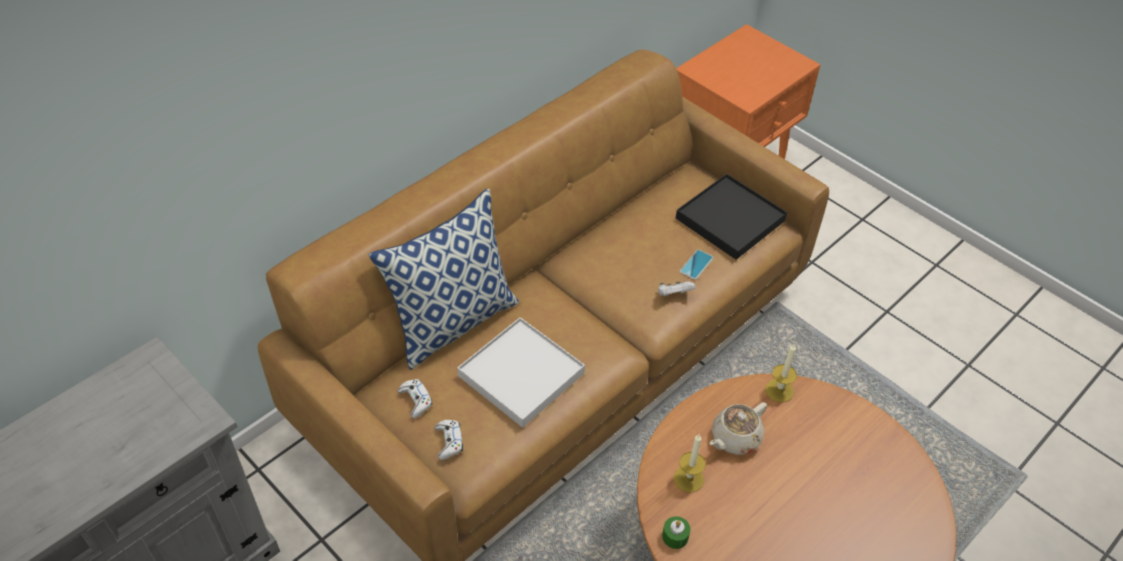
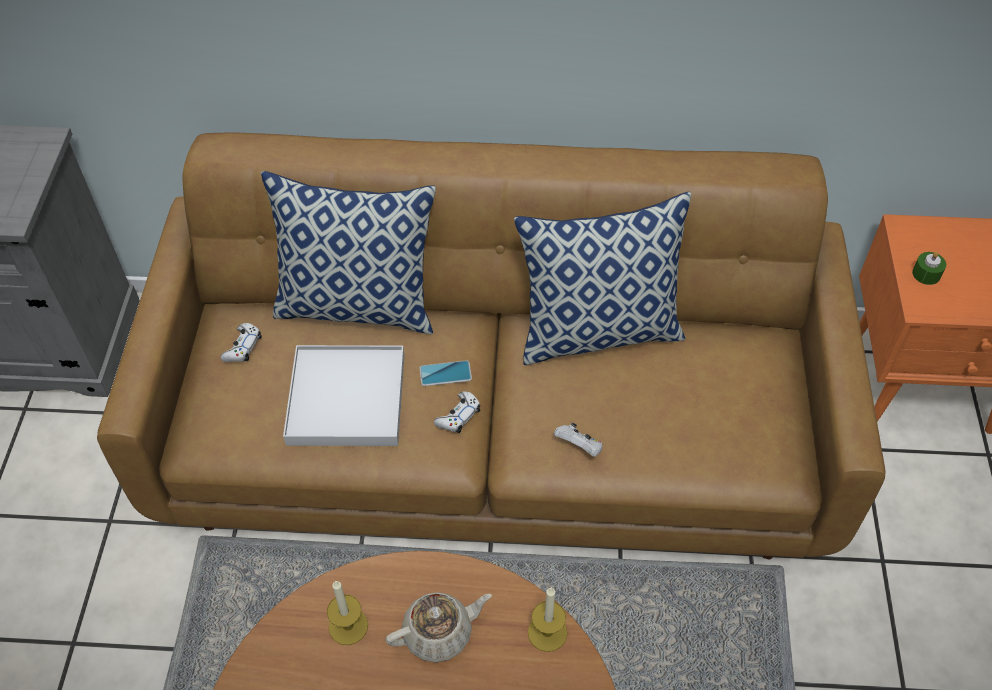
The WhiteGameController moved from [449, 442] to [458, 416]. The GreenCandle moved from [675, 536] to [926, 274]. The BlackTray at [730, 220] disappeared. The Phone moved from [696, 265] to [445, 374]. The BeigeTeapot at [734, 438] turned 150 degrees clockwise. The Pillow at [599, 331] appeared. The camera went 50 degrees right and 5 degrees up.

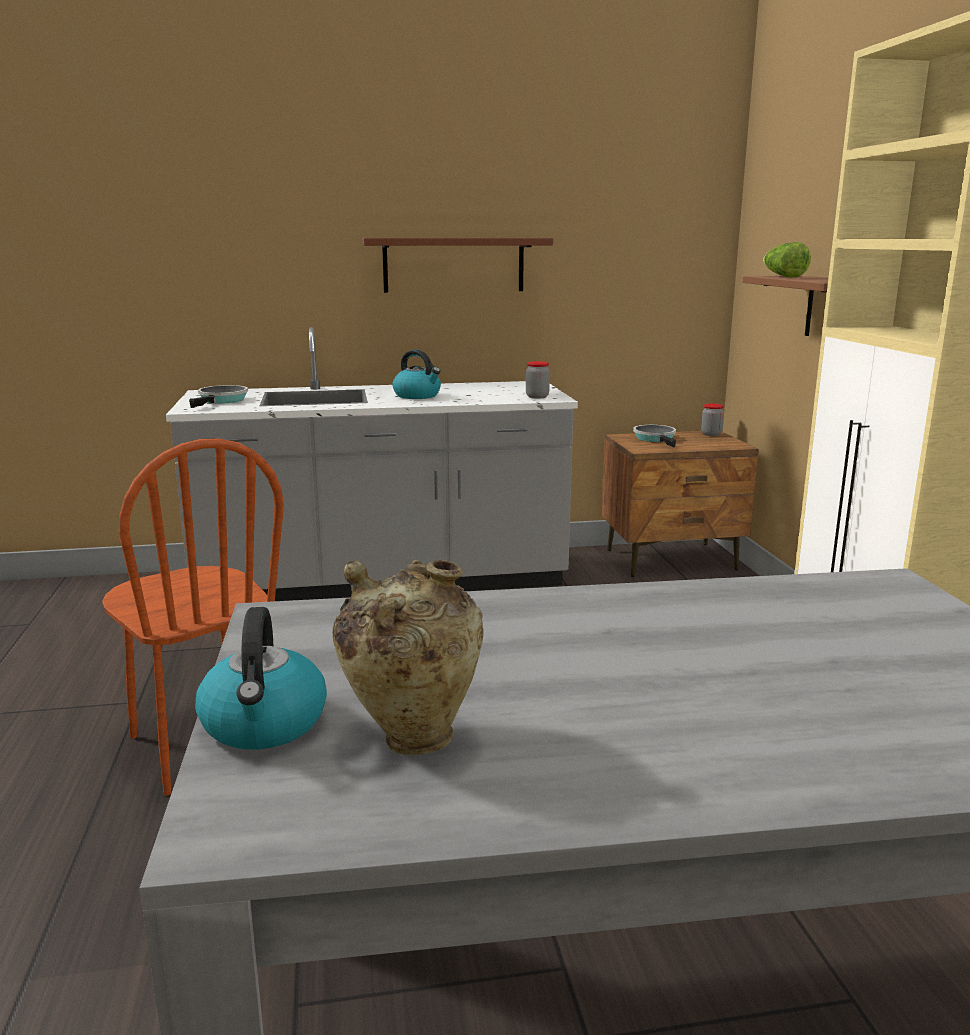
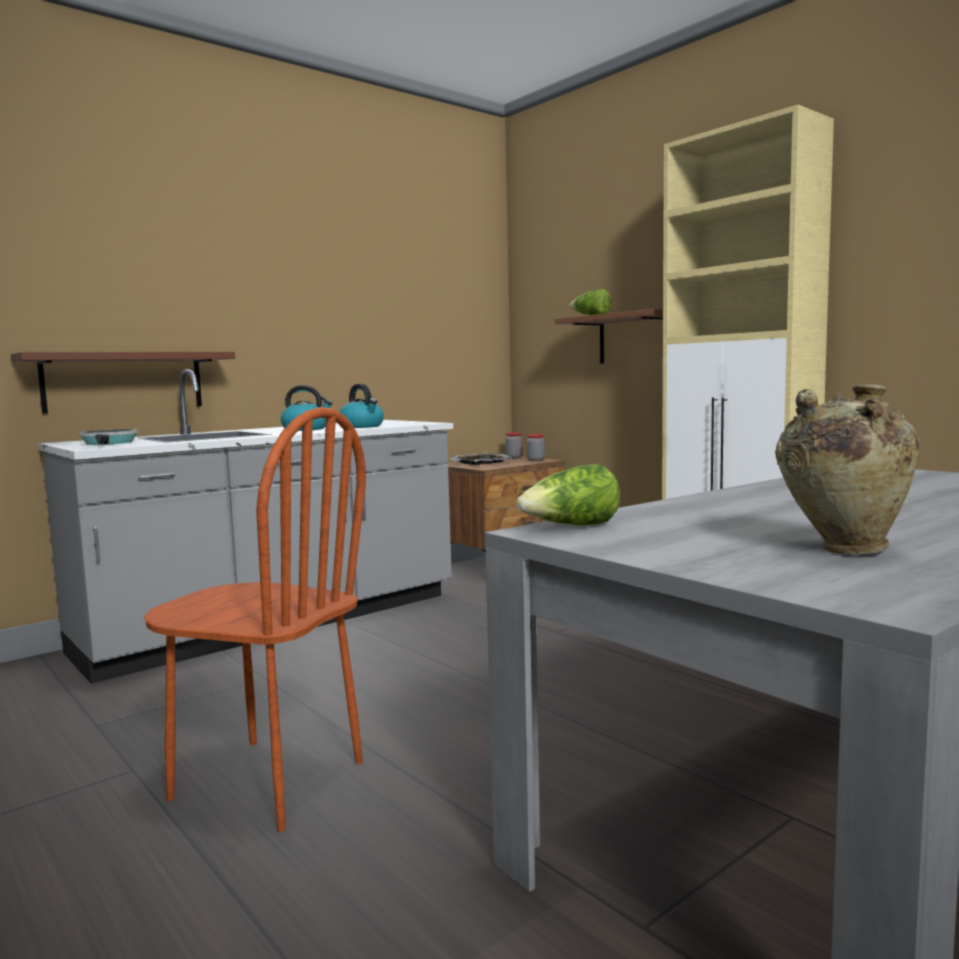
The Kettle moved from [264, 724] to [362, 426]. The BrownShelf moved from [453, 265] to [124, 381]. The Jar moved from [537, 397] to [536, 460]. The FryingPan at [656, 439] was replaced by the Tray at [481, 463]. The Lettuce at [571, 527] appeared. The camera went 30 degrees left and 10 degrees down.

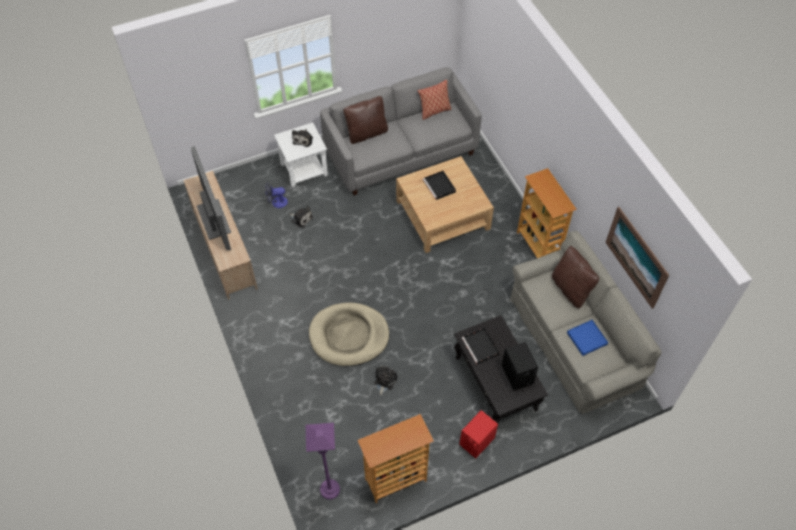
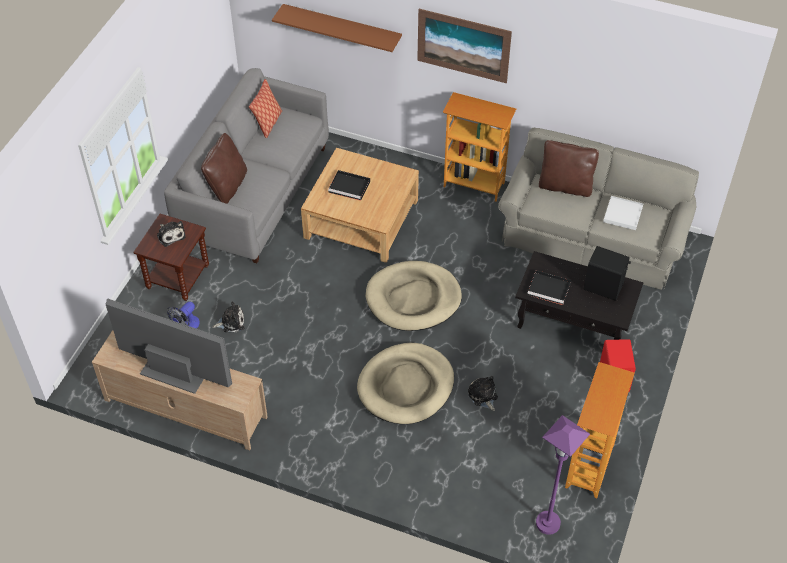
The WhiteSideTable at [304, 170] became the BrownSideTable at [177, 276]. The BlueTray at [586, 338] became the WhiteTray at [622, 214]. The Picture moved from [636, 257] to [463, 45]. The BrownShelf at [342, 28] appeared. The BeigeDogBed at [413, 298] appeared. The camera went 45 degrees left and 5 degrees down.

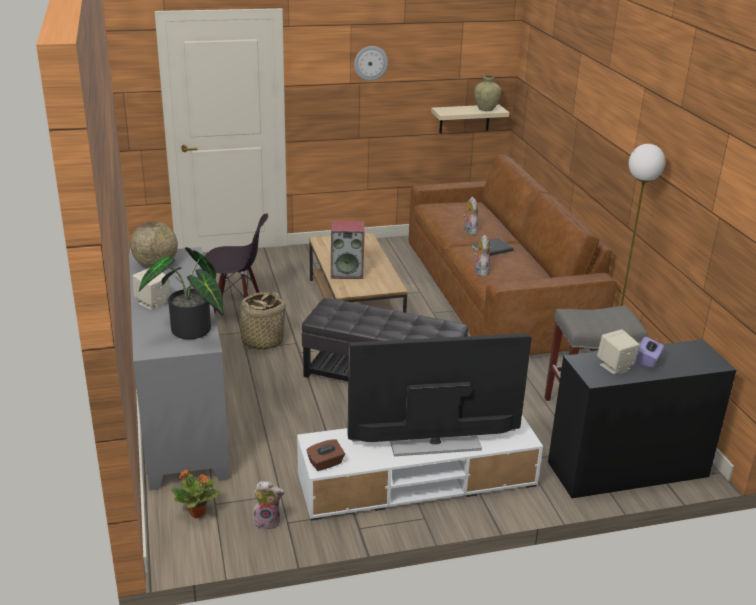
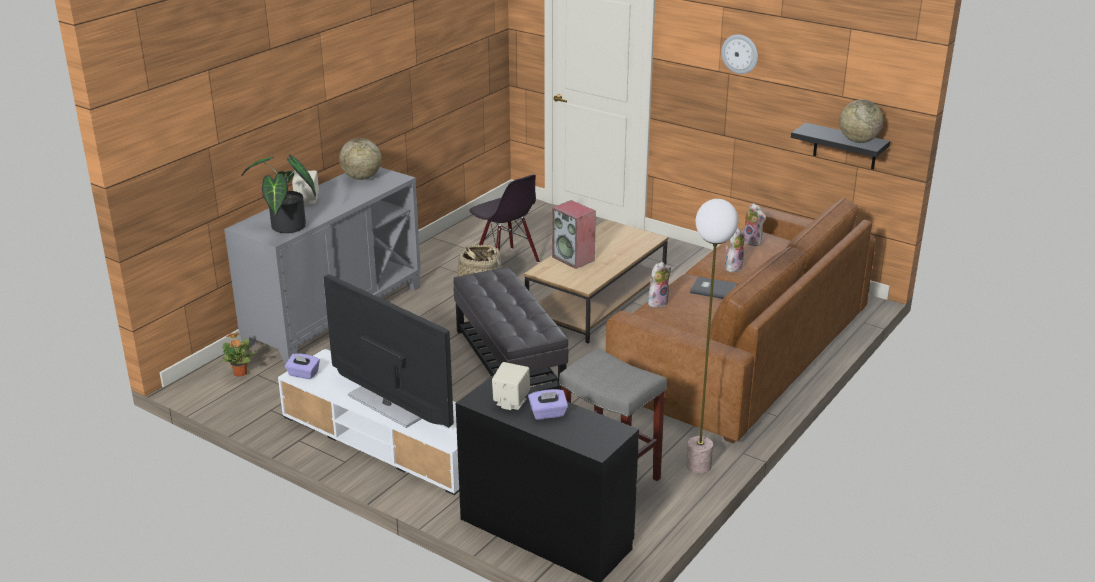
The PlushToy moved from [268, 521] to [753, 242]. The BrownTissueBox at [326, 463] became the PurpleTissueBox at [303, 374]. The BeigeShelf at [464, 118] became the BlackShelf at [845, 146]. The BeigeVase at [486, 109] was replaced by the Globe at [858, 141]. The camera went 50 degrees right and 0 degrees up.

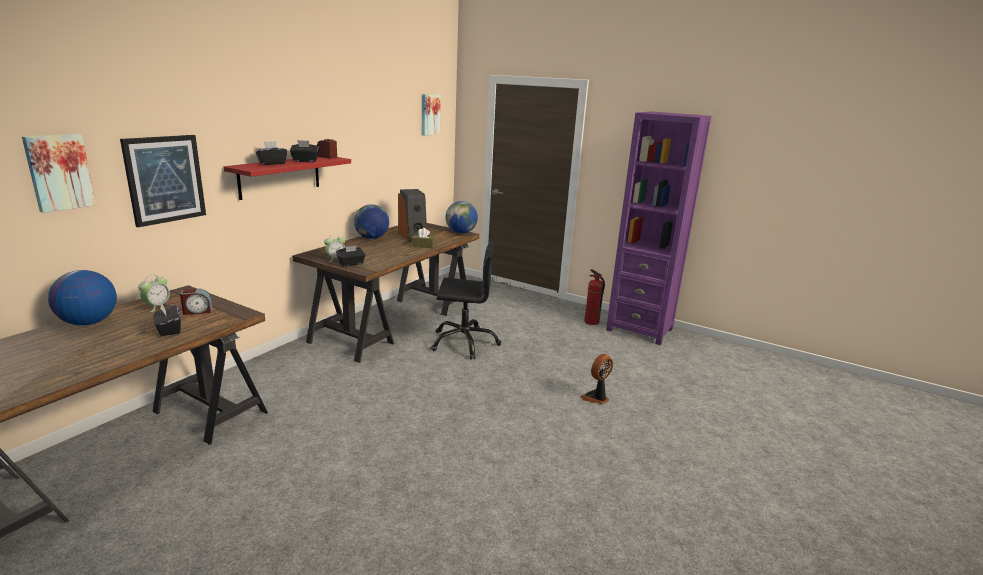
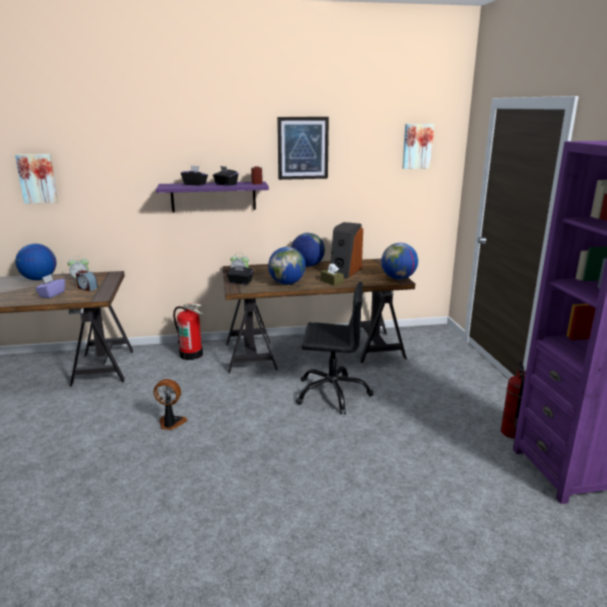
The Picture moved from [165, 179] to [303, 148]. The BlackTissueBox at [169, 329] became the PurpleTissueBox at [51, 294]. The RedShelf at [280, 176] became the PurpleShelf at [213, 196]. The BlackOfficeChair at [464, 342] turned 45 degrees counterclockwise. The Fan moved from [596, 398] to [171, 423]. The FireExtinguisher at [191, 354] appeared. The Globe at [287, 283] appeared. The camera went 50 degrees right and 0 degrees up.

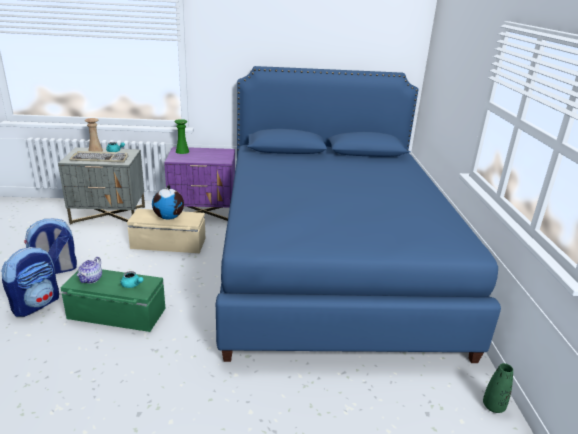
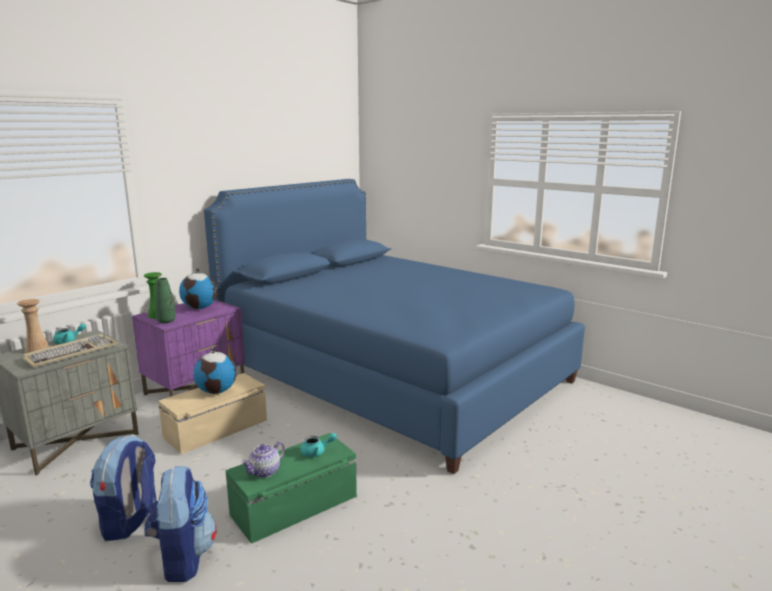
The Teapot at [91, 279] turned 75 degrees clockwise. The GreenVase moved from [493, 406] to [166, 321]. The Globe at [200, 308] appeared. The camera went 45 degrees left and 10 degrees down.

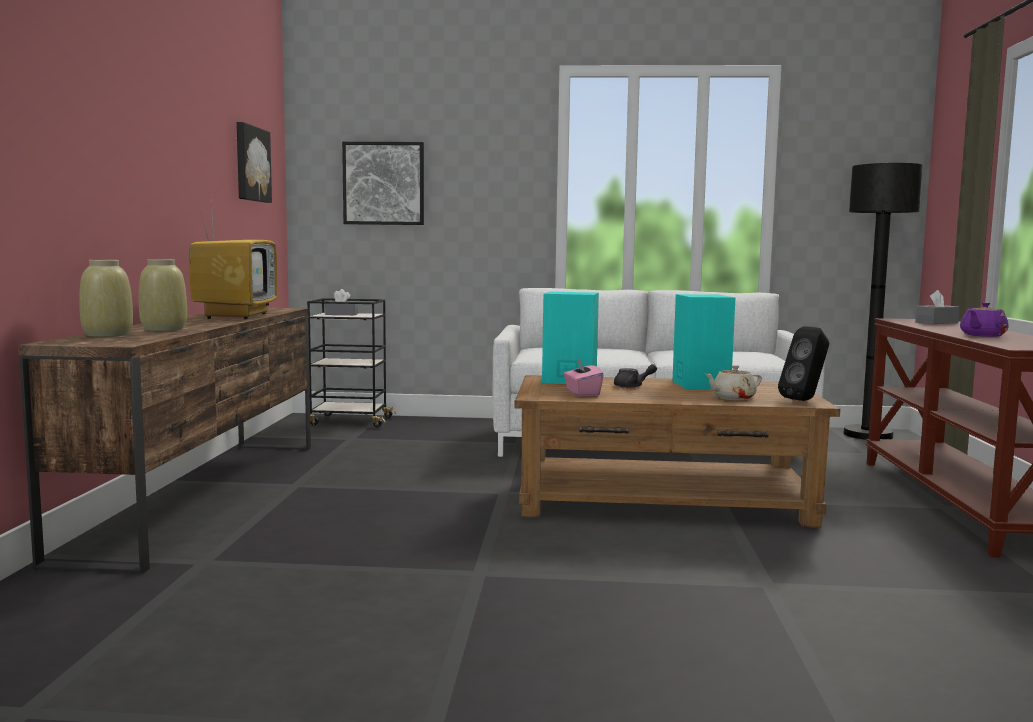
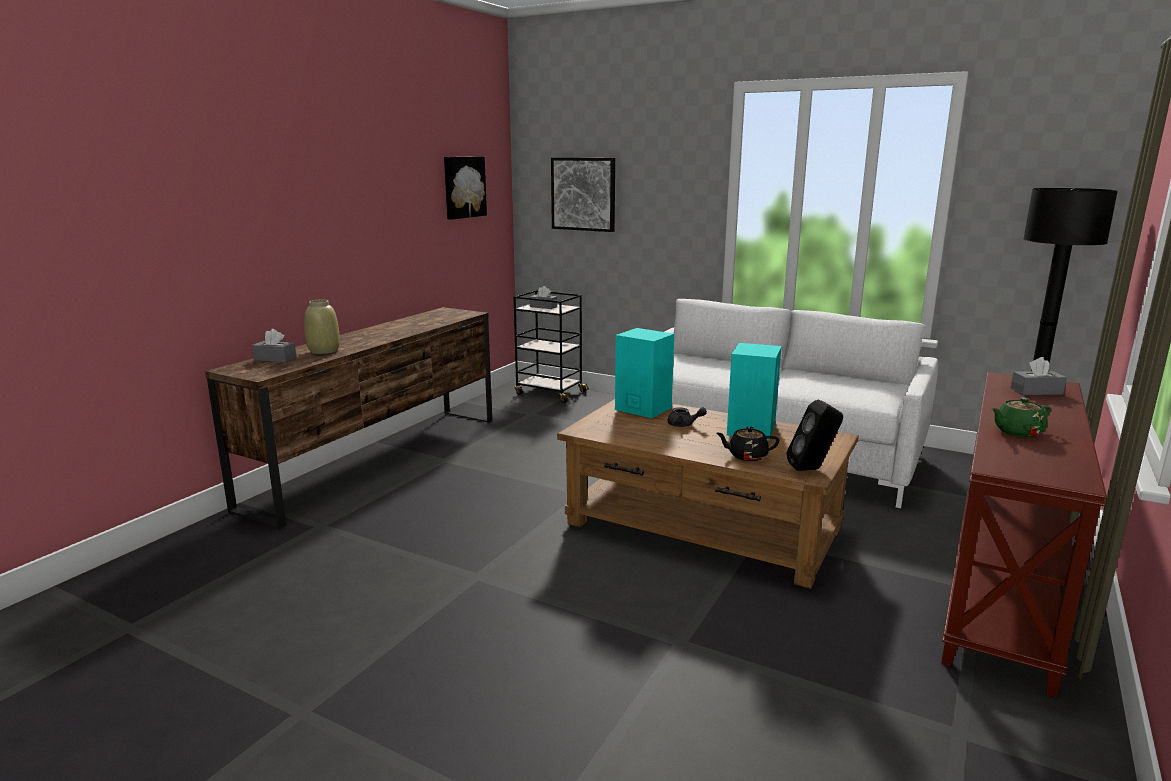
The BeigeVase at [107, 335] was replaced by the GreyTissueBox at [275, 359]. The Television at [236, 316] disappeared. The PinkTissueBox at [582, 393] disappeared. The BeigeTeapot at [732, 398] became the BlackTeapot at [746, 456]. The PurpleTeapot at [982, 335] became the GreenTeapot at [1017, 432]. The camera went 25 degrees right and 10 degrees up.

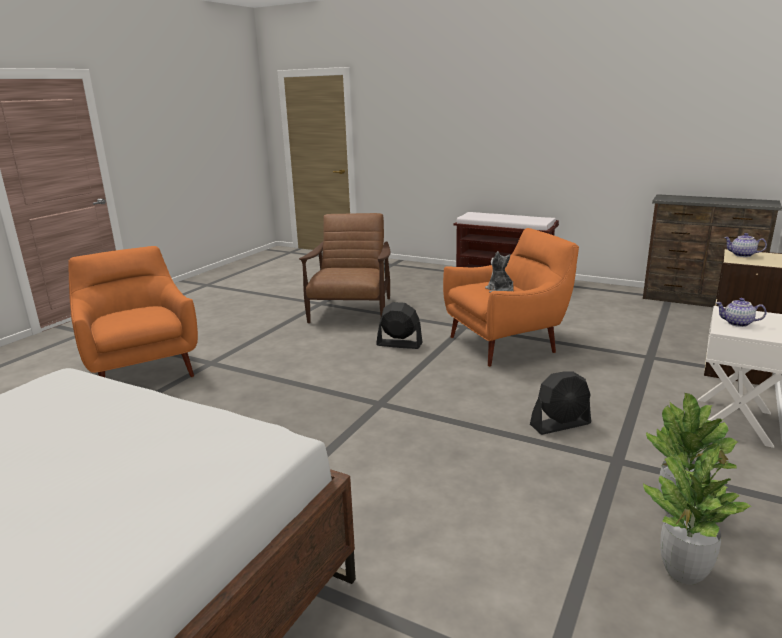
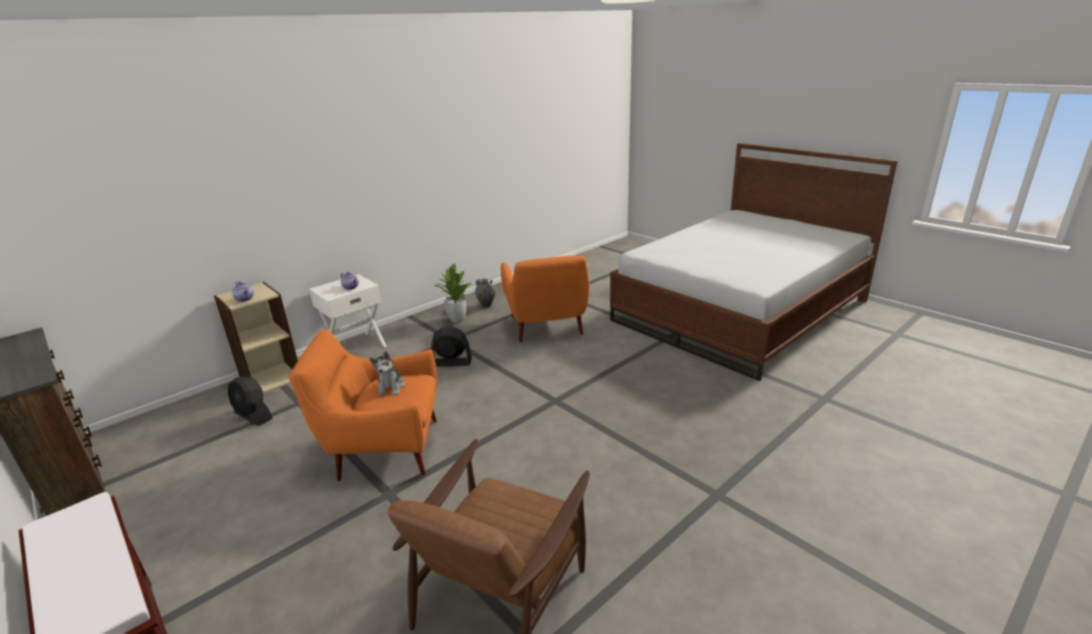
The OrangeArmchair moved from [142, 369] to [546, 327]. The BlackFan moved from [399, 344] to [253, 416]. The PottedPlant at [683, 572] was replaced by the Vase at [486, 306]. The camera went 160 degrees left and 5 degrees up.

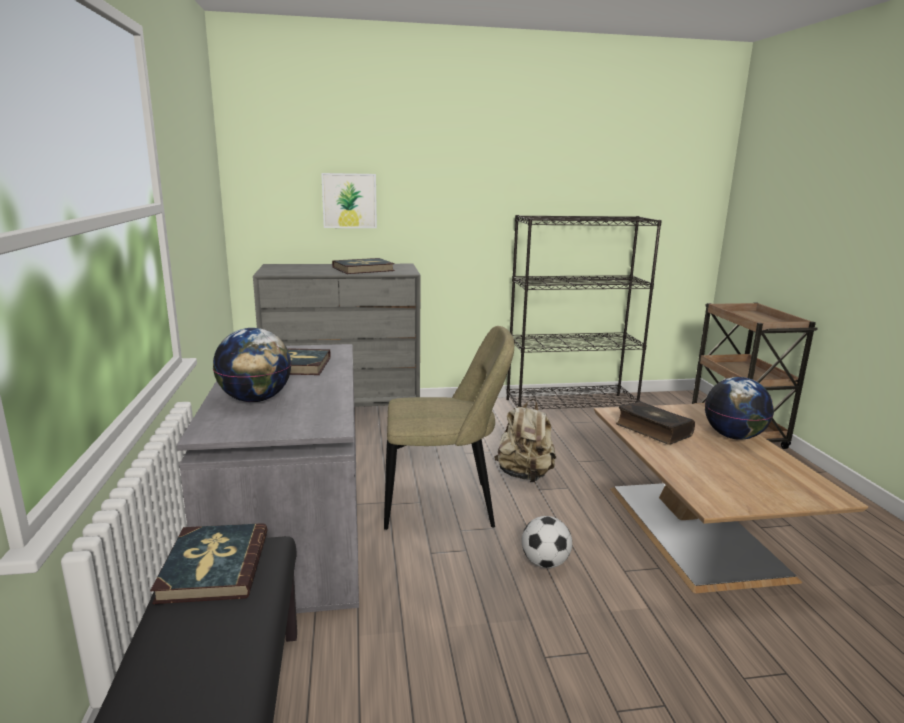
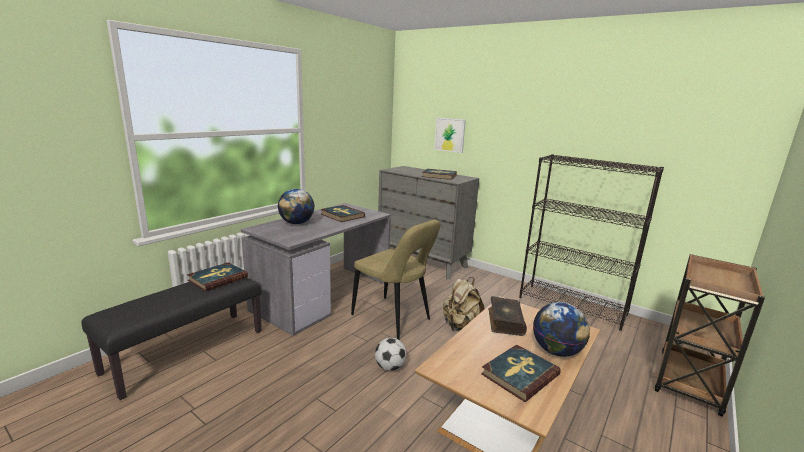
The Book at [519, 374] appeared. The camera went 45 degrees right and 0 degrees up.

